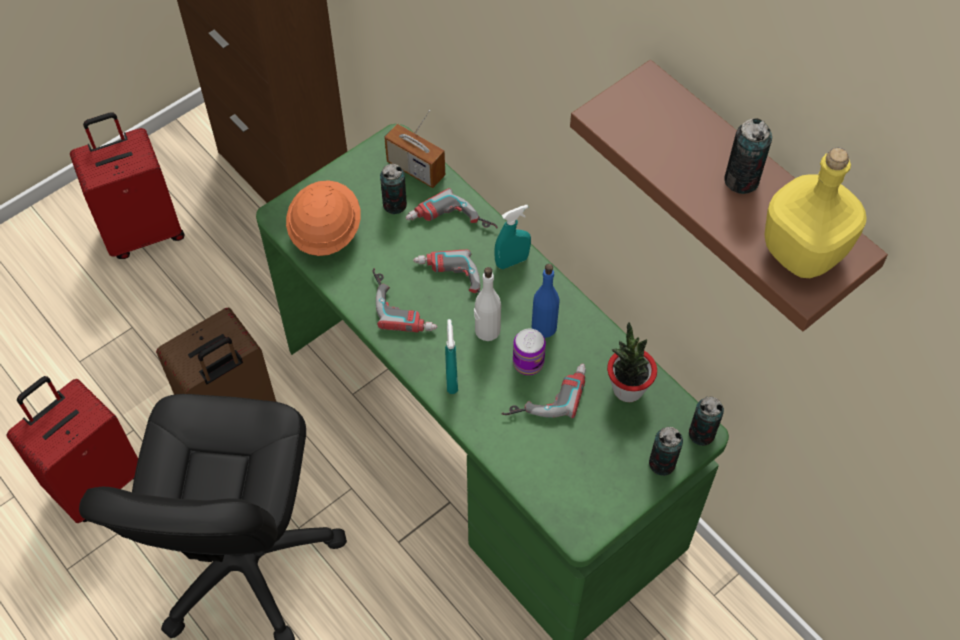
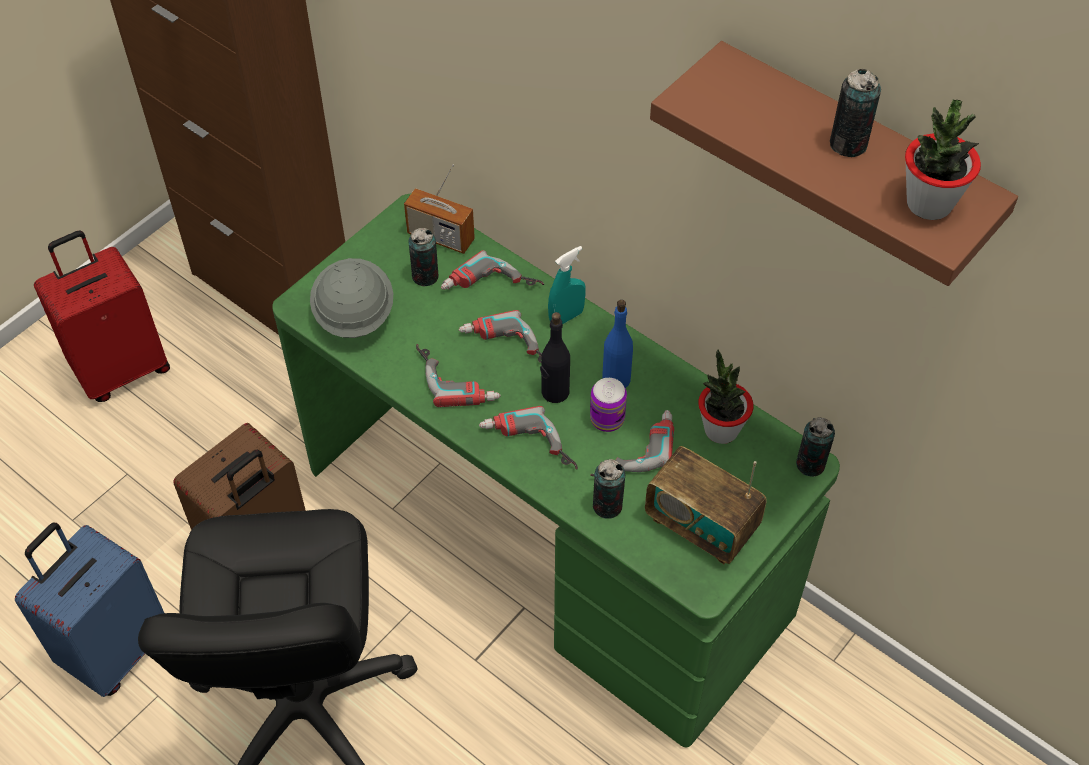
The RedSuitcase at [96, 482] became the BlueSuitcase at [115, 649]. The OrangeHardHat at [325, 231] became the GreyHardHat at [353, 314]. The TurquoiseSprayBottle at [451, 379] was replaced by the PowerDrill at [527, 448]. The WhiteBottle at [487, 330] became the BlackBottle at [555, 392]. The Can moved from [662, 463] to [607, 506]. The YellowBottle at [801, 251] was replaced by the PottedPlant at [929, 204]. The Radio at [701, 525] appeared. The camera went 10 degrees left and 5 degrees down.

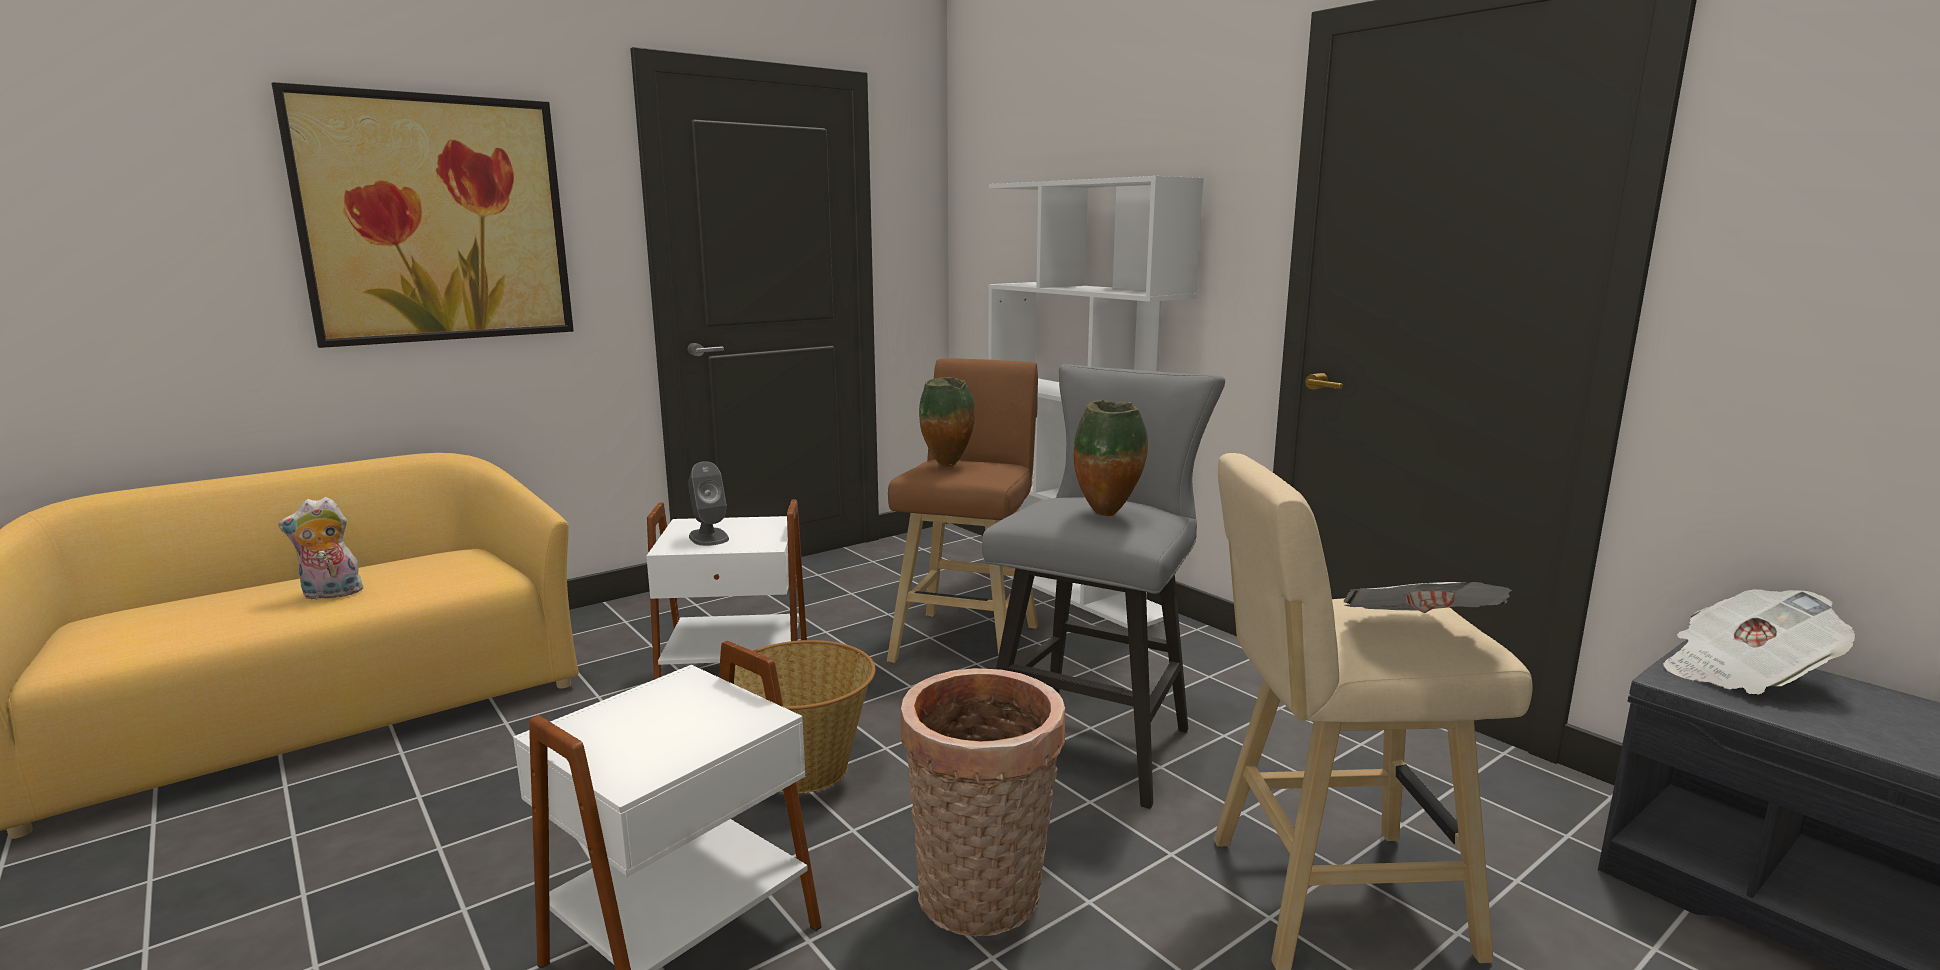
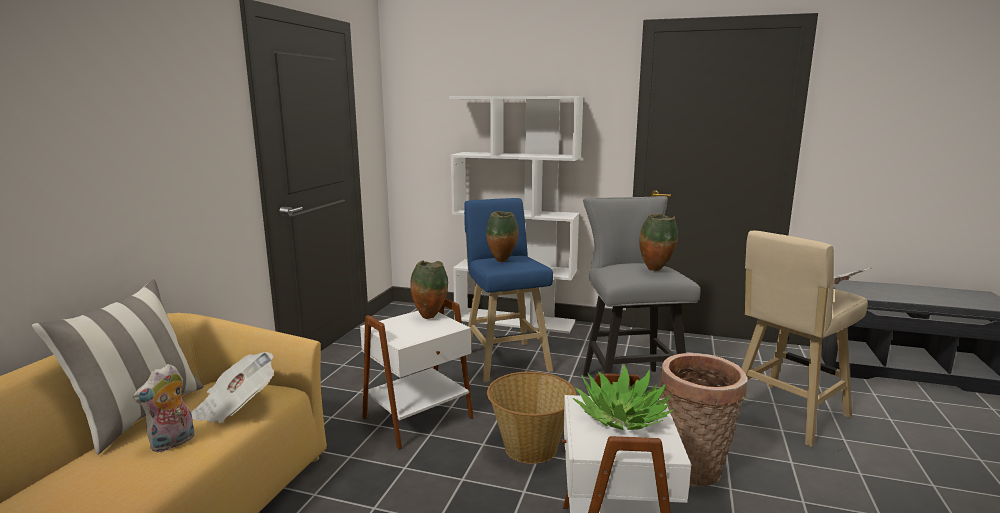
The Picture at [436, 219] disappeared. The GreySpeaker at [708, 537] disappeared. The BrownStool at [968, 640] became the BlueStool at [505, 359]. The Newspaper moved from [1742, 674] to [235, 407]. The Pillow at [139, 415] appeared. The Vase at [430, 317] appeared. The PottedPlant at [621, 417] appeared. The camera went 35 degrees left and 0 degrees up.

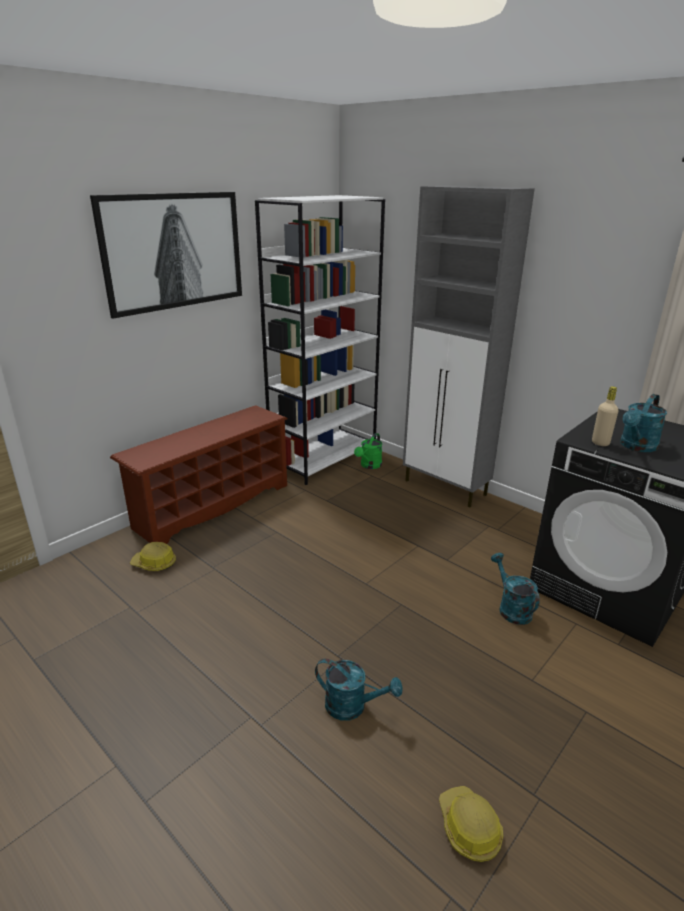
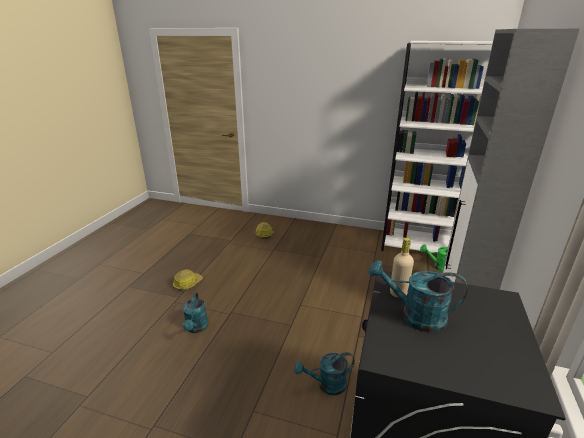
The Picture at [174, 251] disappeared. The BrownShoeRack at [212, 505] disappeared. The HardHat moved from [468, 828] to [187, 283]. The TurquoiseWateringCan at [511, 608] turned 150 degrees counterclockwise. The camera went 65 degrees right and 0 degrees up.

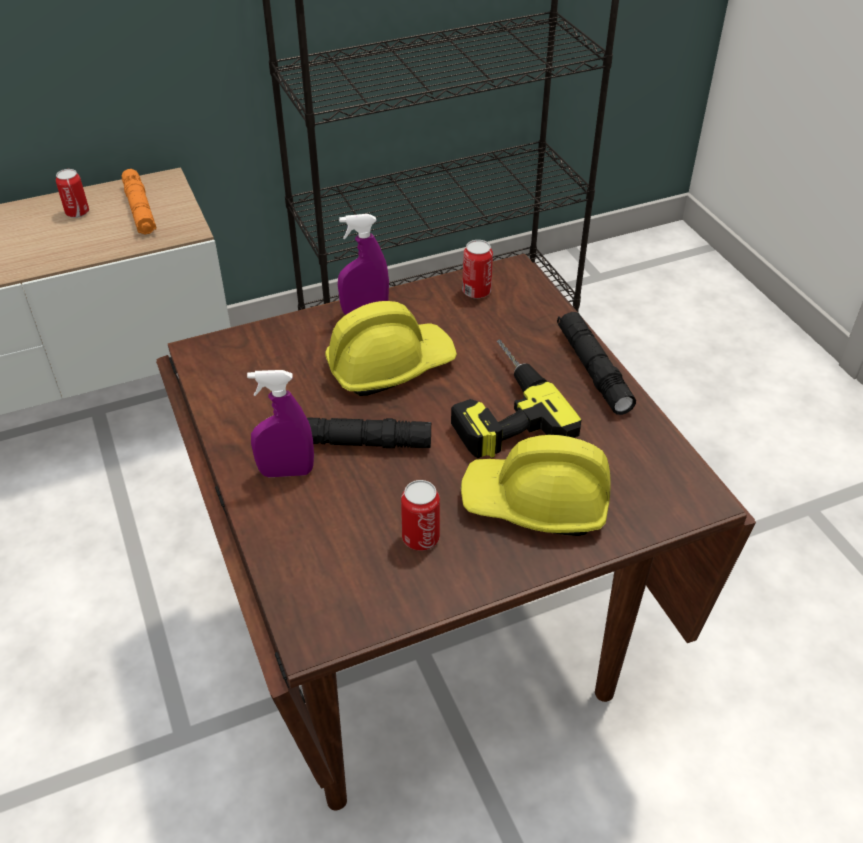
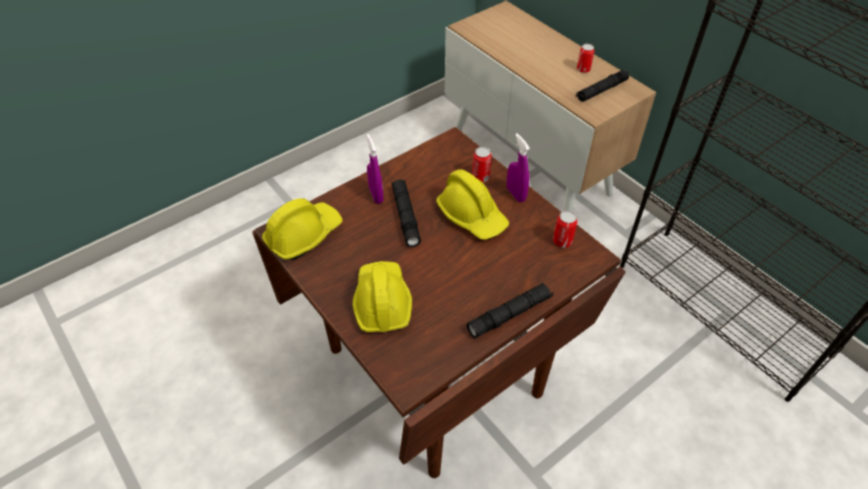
The OrangeFlashlight at [140, 210] became the BlackFlashlight at [601, 90]. The Can moved from [420, 538] to [480, 177]. The PowerDrill at [498, 406] disappeared. The YellowHardHat at [303, 235] appeared. The camera went 75 degrees right and 5 degrees up.

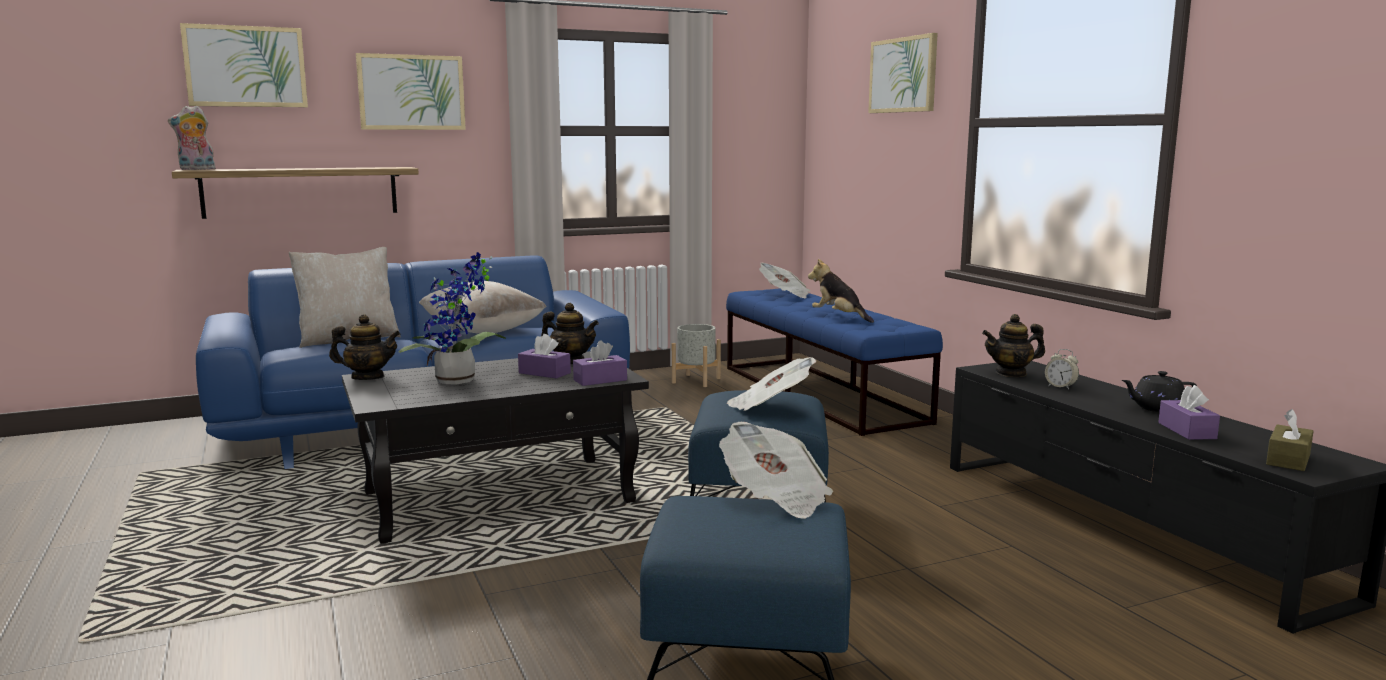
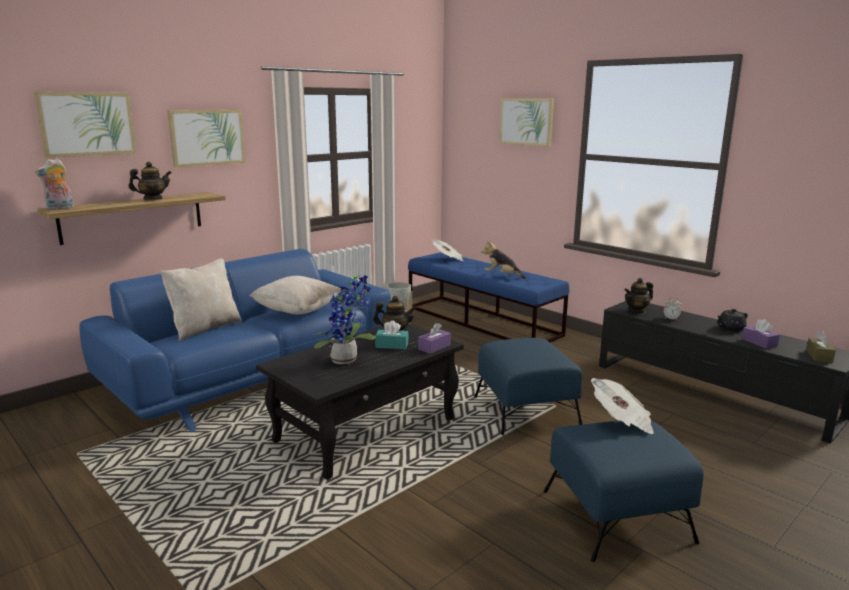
The Teapot moved from [367, 377] to [152, 199]. The PurpleTissueBox at [544, 373] became the TurquoiseTissueBox at [392, 345]. The Newspaper at [769, 406] disappeared. The camera went 20 degrees left and 5 degrees up.

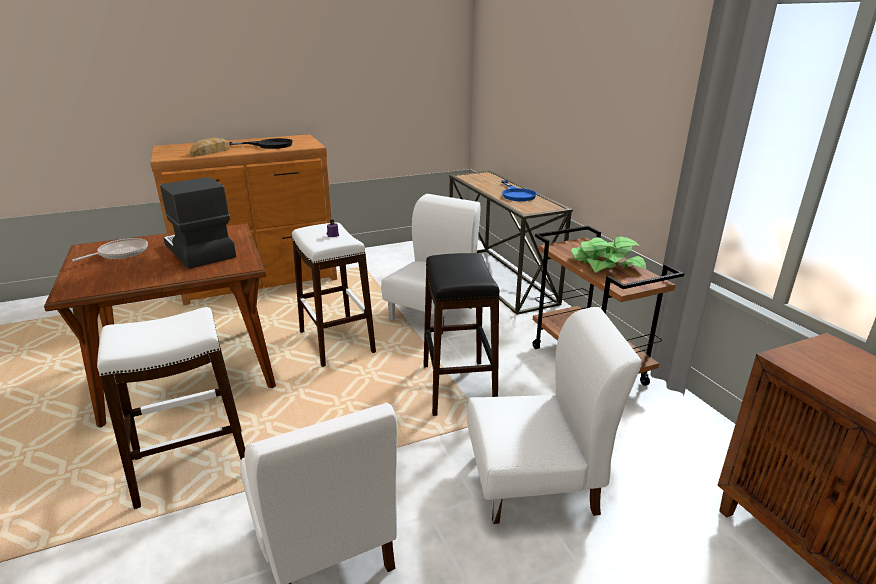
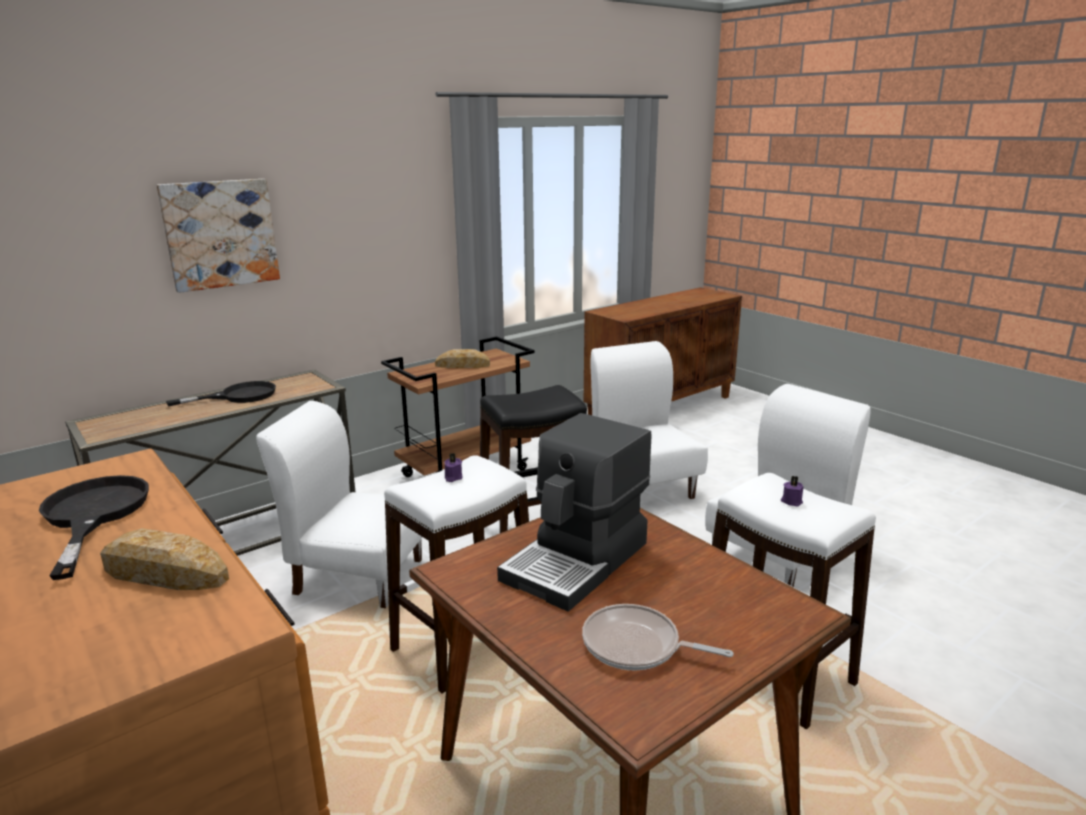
The BlueFryingPan at [517, 194] became the BlackFryingPan at [238, 396]. The PottedPlant at [605, 264] was replaced by the Bread at [462, 365]. The Picture at [220, 234] appeared. The PurpleCandle at [791, 501] appeared. The camera went 105 degrees left and 5 degrees down.

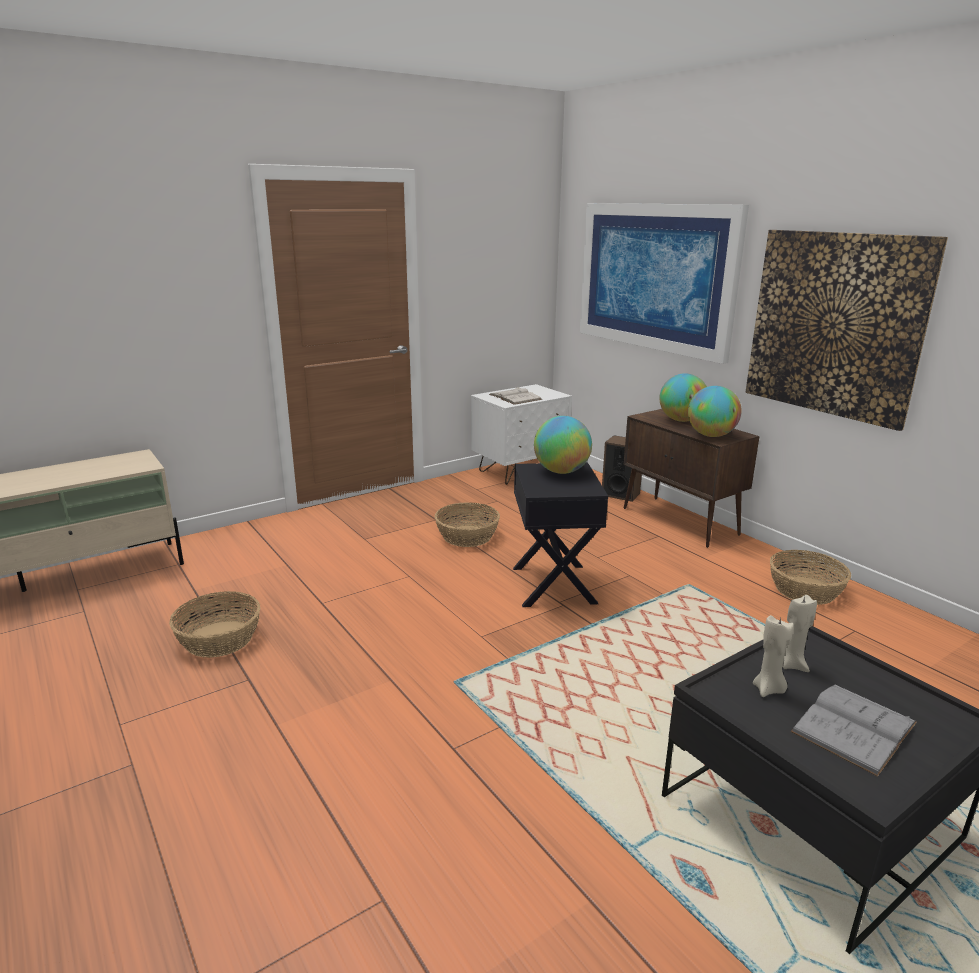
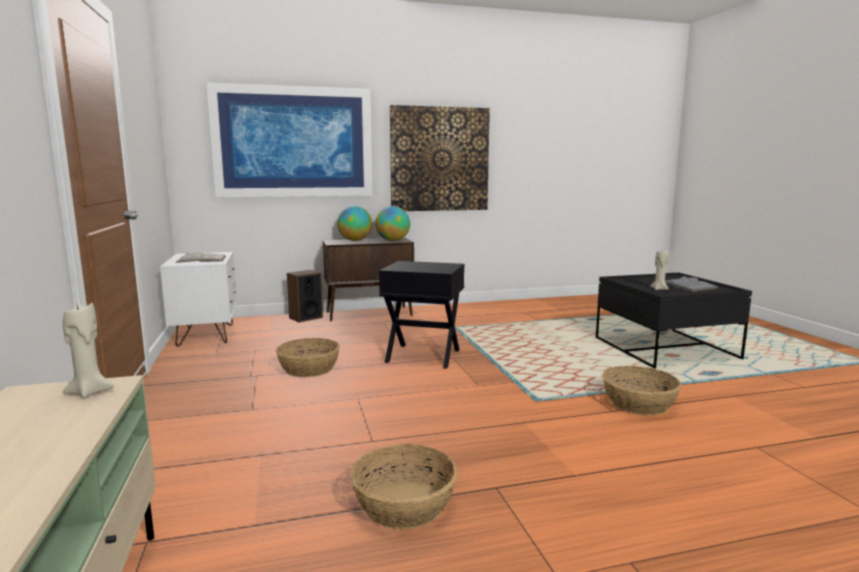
The Globe at [561, 471] disappeared. The Basket moved from [805, 590] to [639, 403]. The BeigeCandle moved from [792, 664] to [89, 392]. The camera went 70 degrees left and 10 degrees down.

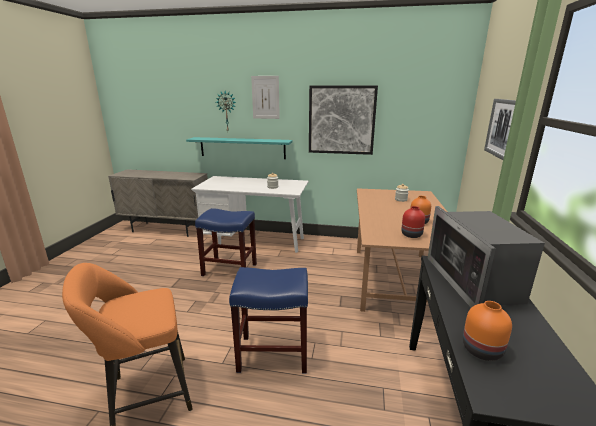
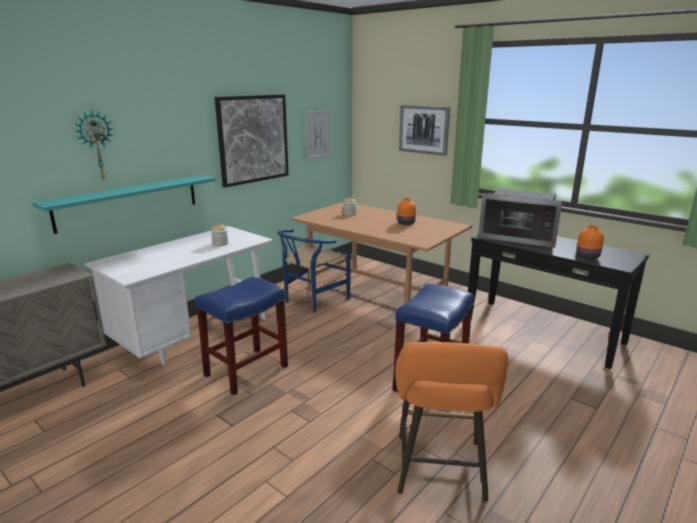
The Picture moved from [265, 97] to [317, 135]. The RedVase at [411, 234] disappeared. The BlueChair at [311, 301] appeared. The camera went 60 degrees left and 0 degrees up.

